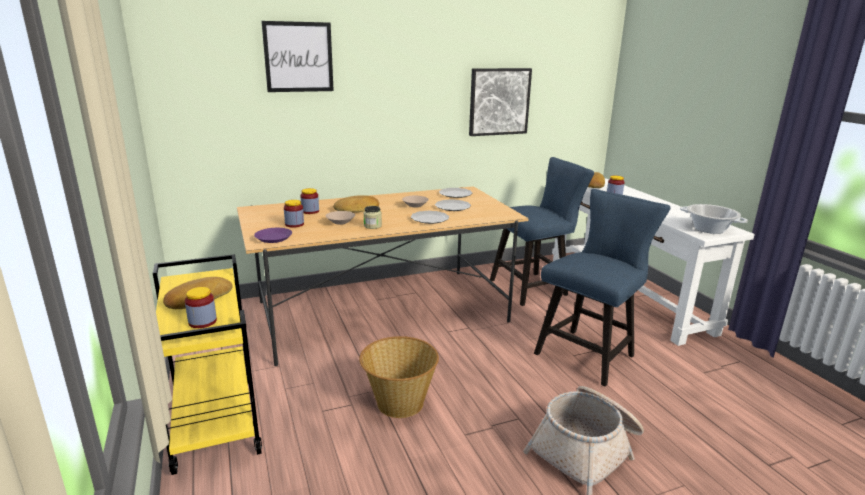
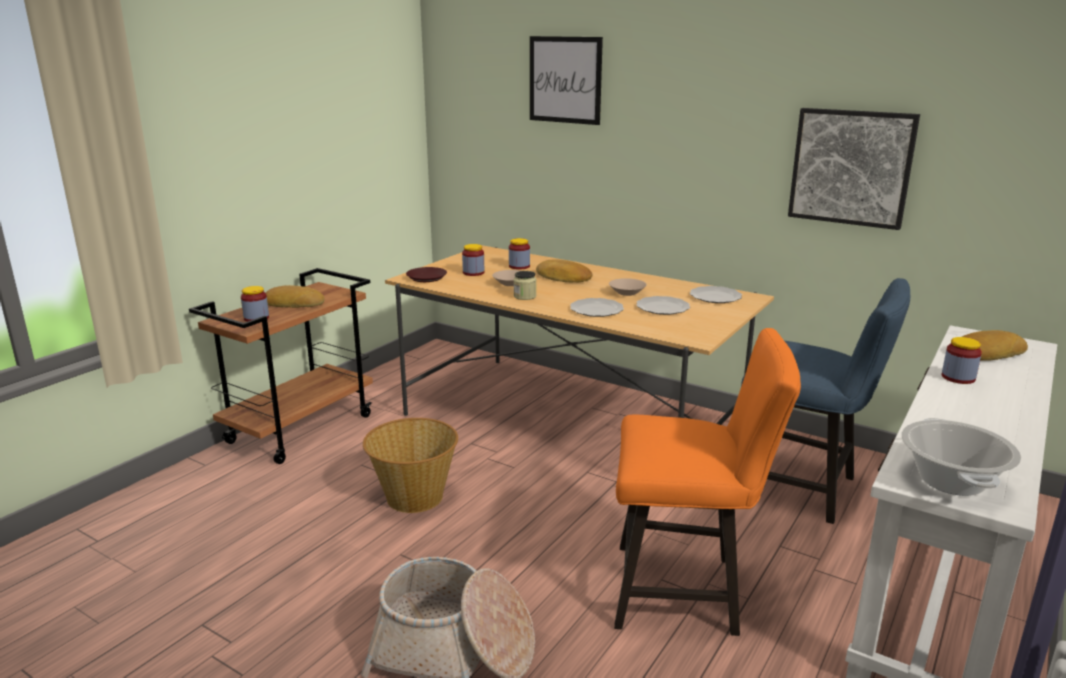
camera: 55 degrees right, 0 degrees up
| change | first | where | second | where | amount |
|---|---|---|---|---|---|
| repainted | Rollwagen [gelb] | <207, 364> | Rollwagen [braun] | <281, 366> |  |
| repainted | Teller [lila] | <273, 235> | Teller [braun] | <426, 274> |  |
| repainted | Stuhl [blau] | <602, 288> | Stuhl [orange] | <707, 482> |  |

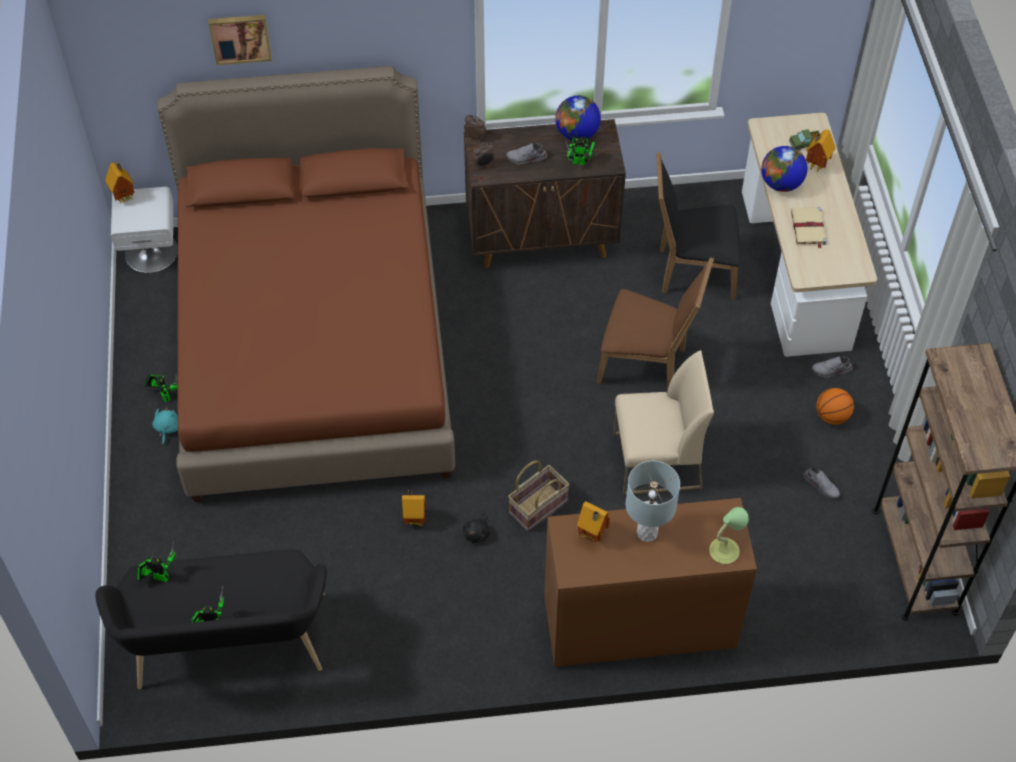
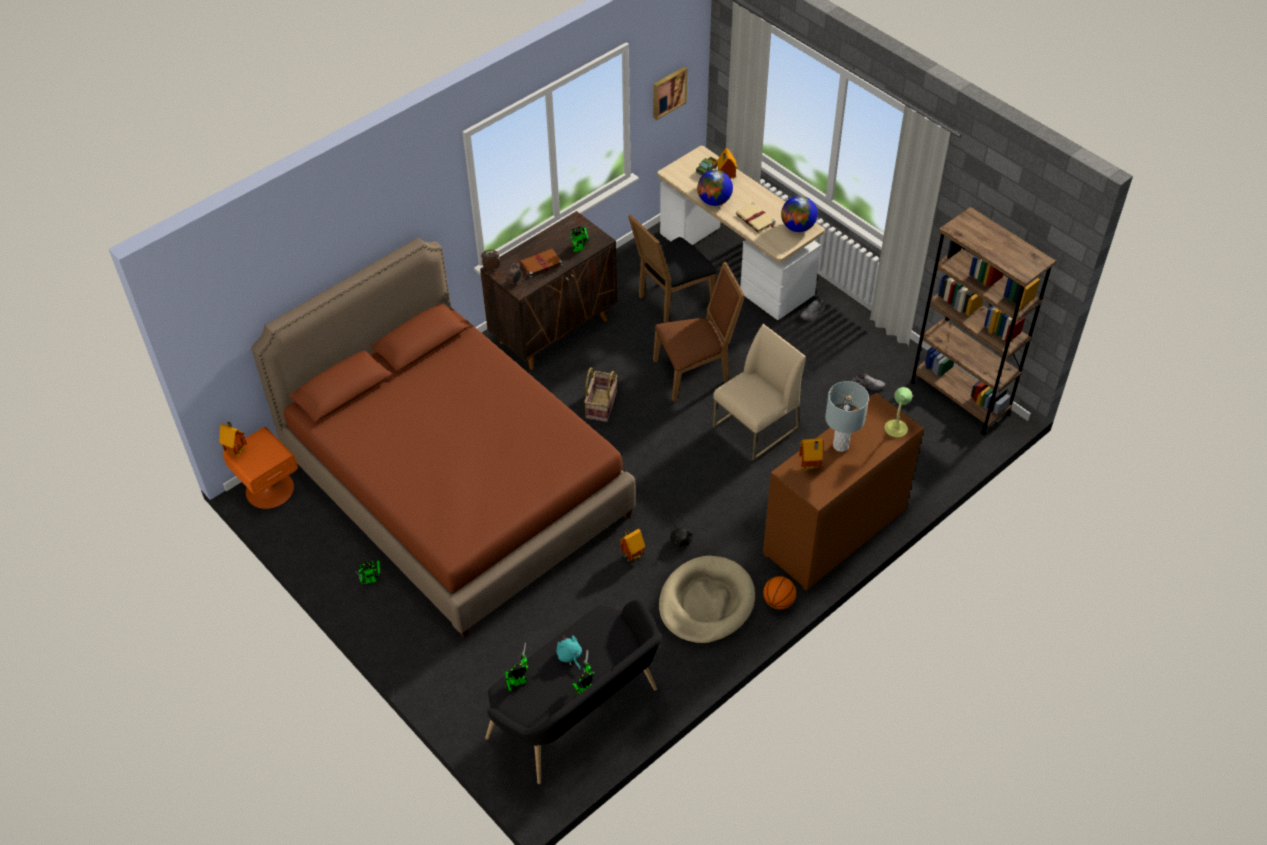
camera: 35 degrees left, 5 degrees down
| change | first | where | second | where | amount |
|---|---|---|---|---|---|
| new |  |  | Hundebett [beige] | <707, 600> |  |
| shifted | Plüschtier [türkis] | <165, 425> |  | <569, 652> |  |
| shifted | Bild | <240, 40> |  | <670, 93> |  |
| shifted | Korb | <539, 495> |  | <600, 394> |  |
| shifted | Globus | <578, 118> |  | <799, 214> |  |
| shifted | Basketball | <835, 406> |  | <779, 592> |  |
| swapped | Schuh [grau] | <526, 153> | Buch [braun] | <541, 262> |  |
| repainted | Nachttisch [weiß] | <144, 230> | Nachttisch [orange] | <260, 468> |  |
| rotated | Spielzeugroboter | <161, 388> |  | <367, 572> | 135 degrees clockwise |

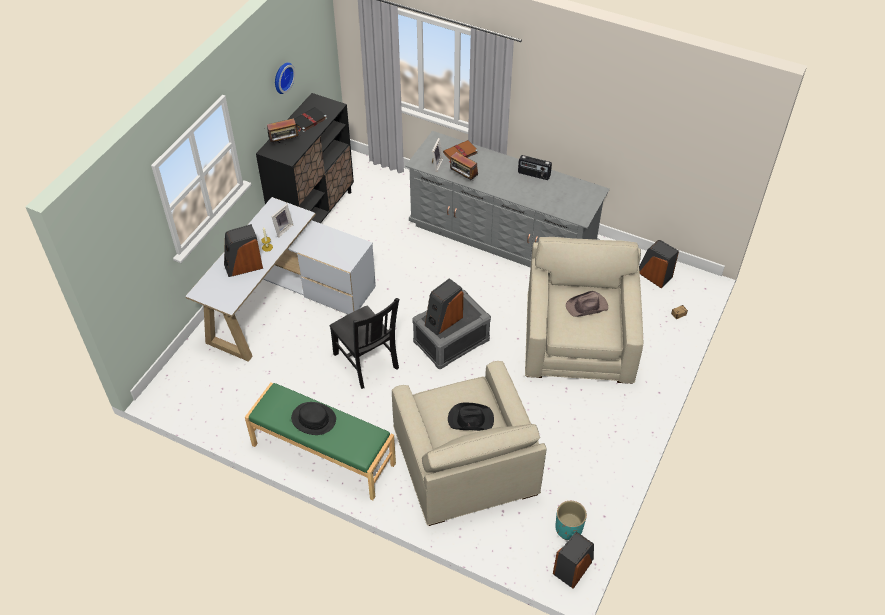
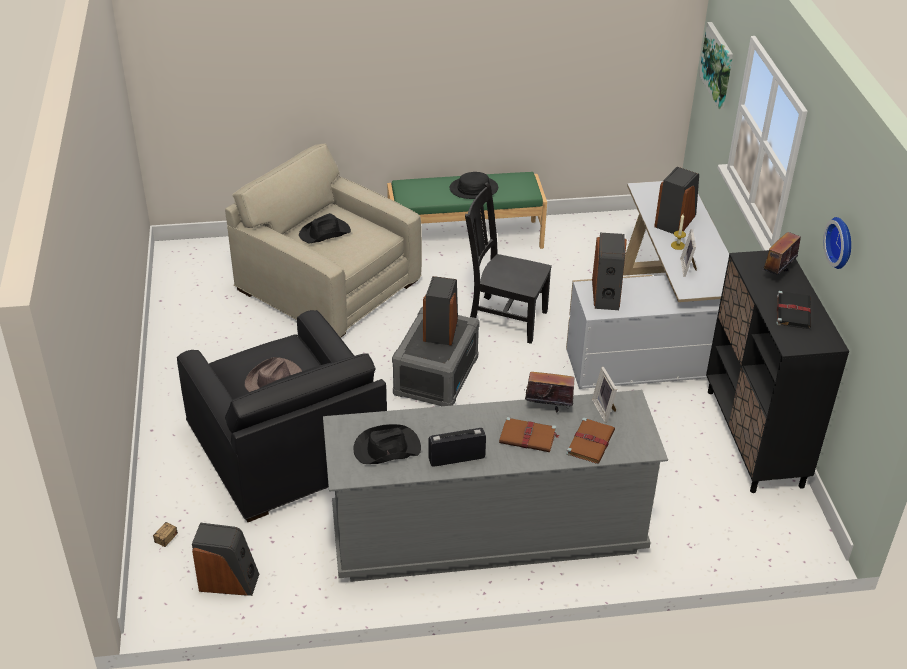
camera: 145 degrees right, 10 degrees down
| change | first | where | second | where | amount |
|---|---|---|---|---|---|
| gone | Pflanzkübel [türkis] | <571, 520> |  |  |  |
| new |  |  | Hut [schwarz] | <387, 444> |  |
| new |  |  | Buch [braun] | <529, 434> |  |
| new |  |  | Bild | <716, 65> |  |
| shifted | Lautsprecher | <573, 560> |  | <609, 271> |  |
| repainted | Sessel [beige] | <584, 310> | Sessel [schwarz] | <282, 416> |  |

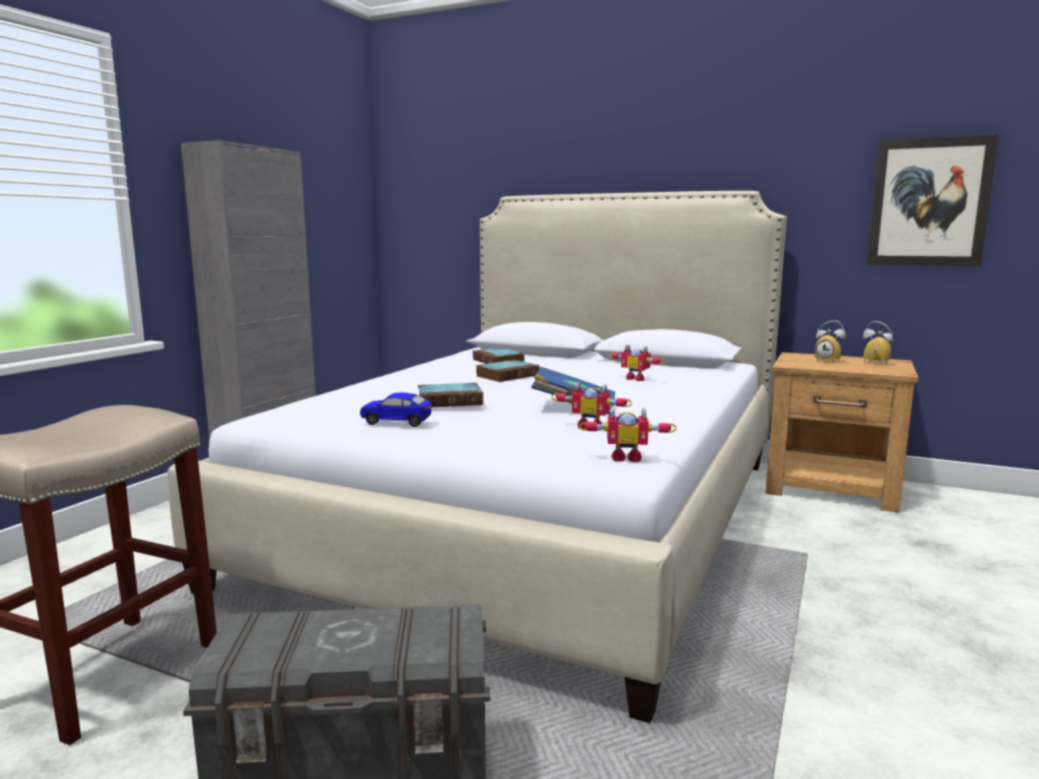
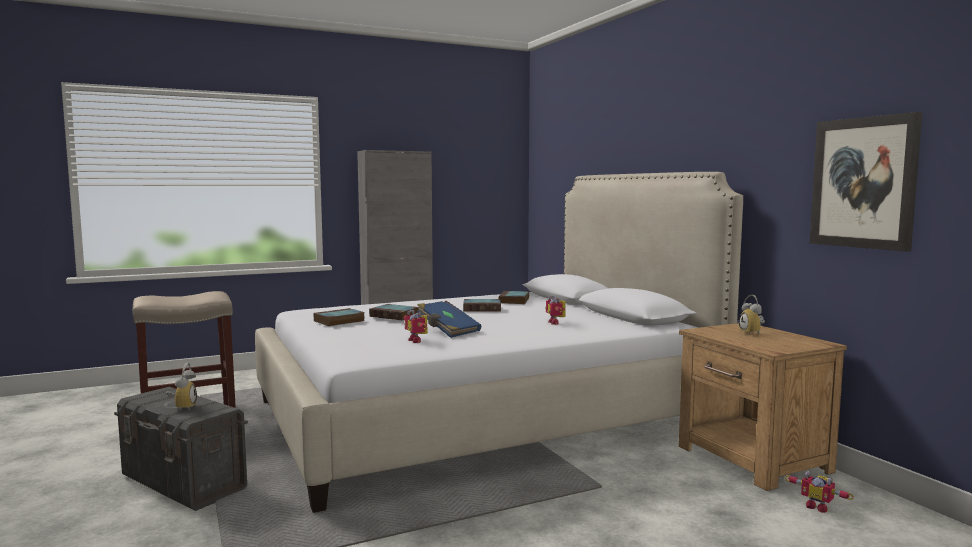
camera: 40 degrees right, 5 degrees down
| change | first | where | second | where | amount |
|---|---|---|---|---|---|
| shifted | Spielzeugroboter | <628, 434> |  | <819, 492> |  |
| shifted | Wecker | <878, 342> |  | <181, 387> |  |
| swapped | Spielzeugauto | <396, 409> | Buch | <339, 317> |  |

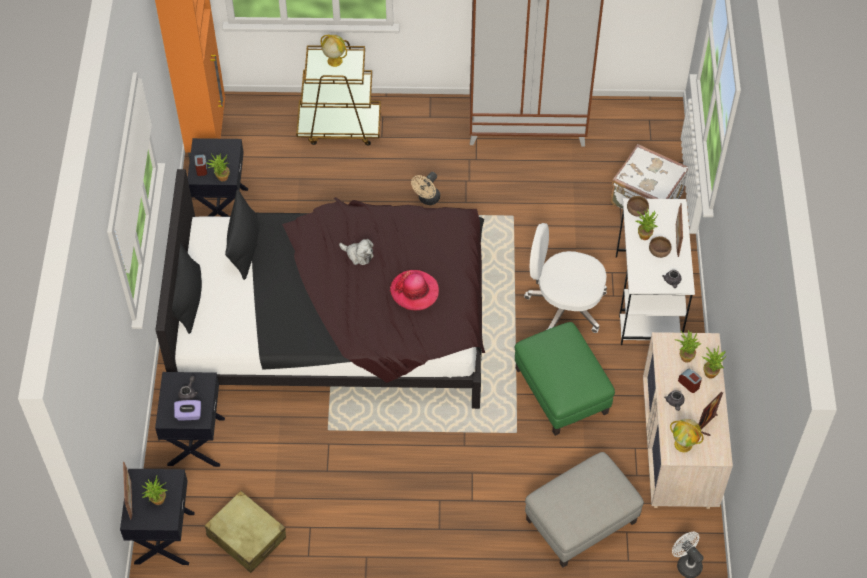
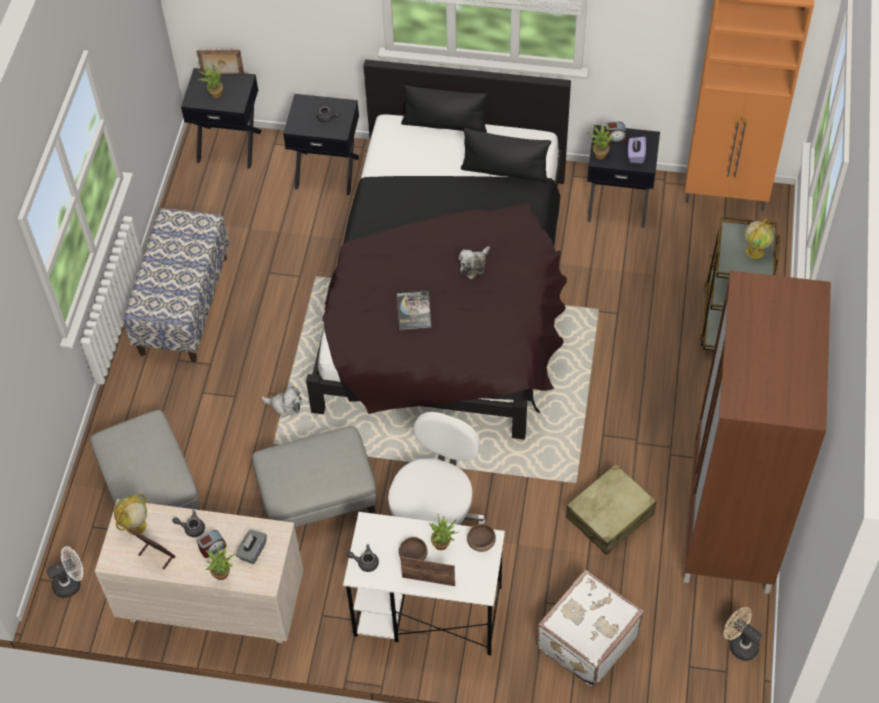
camera: 100 degrees right, 0 degrees up
| change | first | where | second | where | amount |
|---|---|---|---|---|---|
| new |  |  | Bank | <176, 285> |  |
| new |  |  | Plüschtier | <281, 401> |  |
| shifted | Taschentuchbox [lila] | <187, 410> |  | <637, 150> |  |
| shifted | Koffer [beige] | <245, 532> |  | <611, 509> |  |
| shifted | Ventilator [beige] | <425, 188> |  | <743, 634> |  |
| swapped | Hut | <414, 290> | Buch | <414, 310> |  |
| swapped | Topfpflanze | <688, 346> | Taschentuchbox [grau] | <251, 547> |  |
| repainted | Polsterhocker [grün] | <565, 379> | Polsterhocker [grau] | <314, 476> |  |

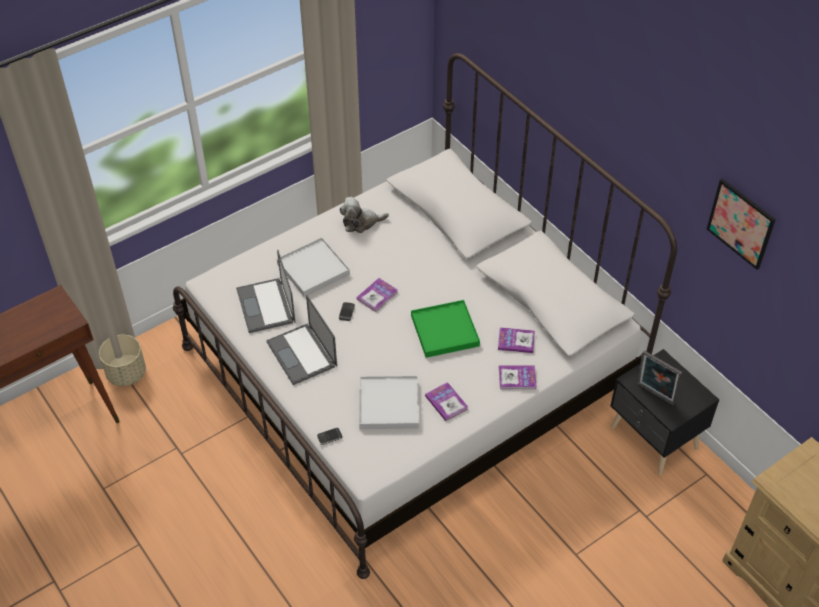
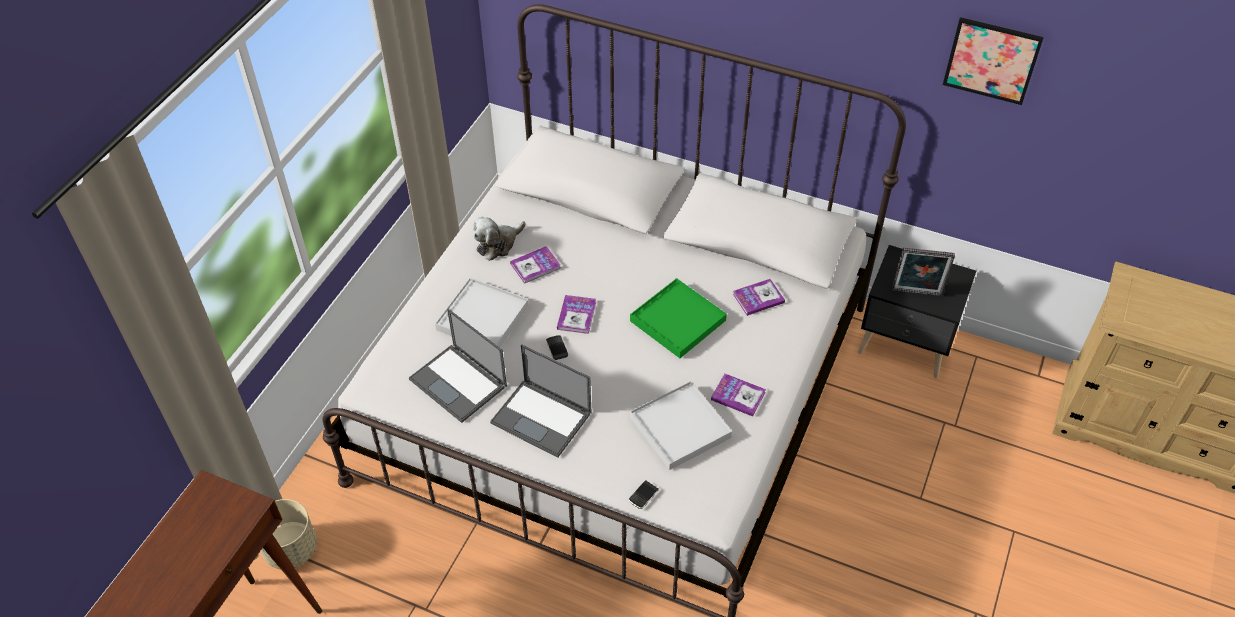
camera: 30 degrees left, 0 degrees up
| change | first | where | second | where | amount |
|---|---|---|---|---|---|
| shifted | Buch | <518, 377> |  | <535, 265> |  |

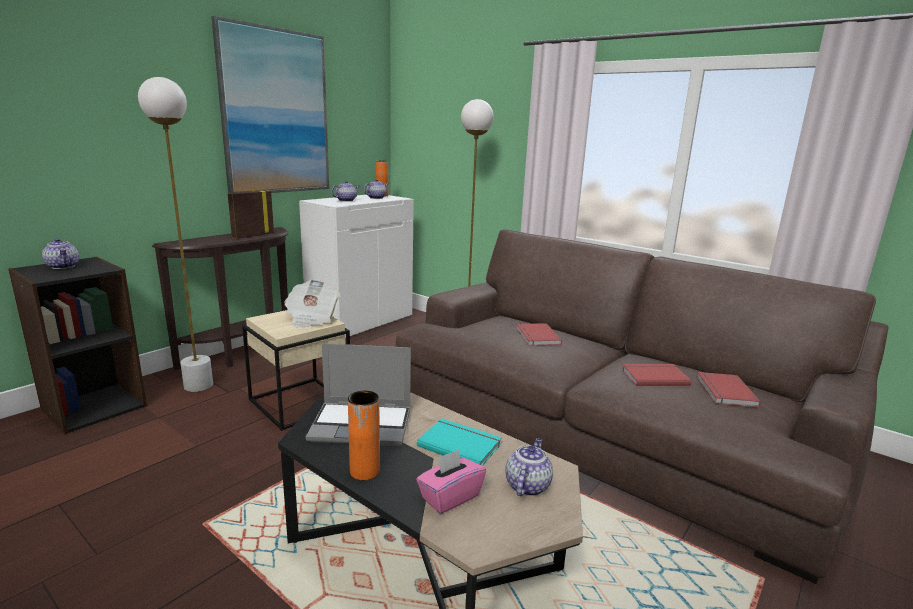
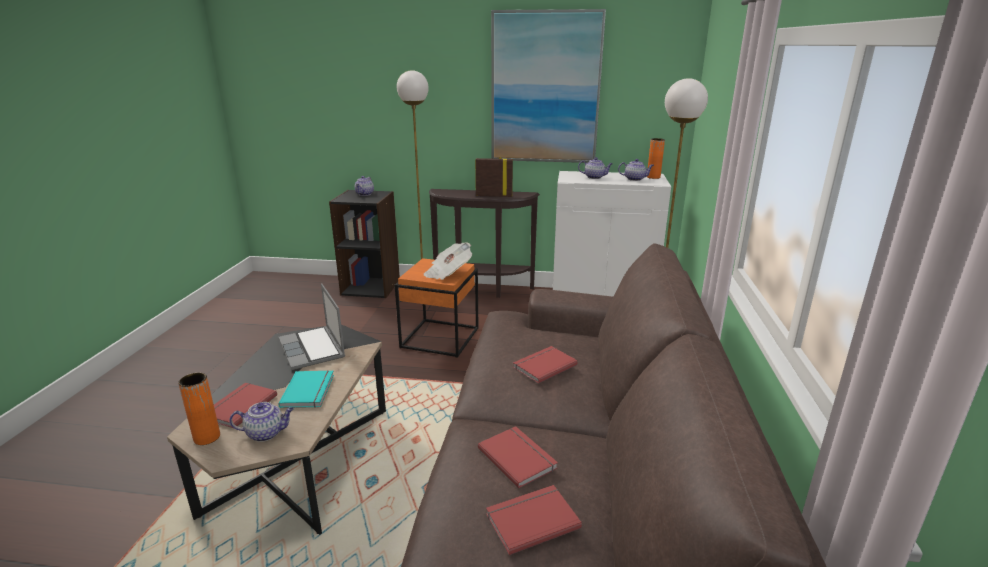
camera: 60 degrees right, 5 degrees up
| change | first | where | second | where | amount |
|---|---|---|---|---|---|
| shifted | Vase [orange] | <364, 435> |  | <199, 409> |  |
| swapped | Taschentuchbox [rosa] | <451, 481> | Buch [rot] | <245, 405> |  |
| repainted | Beistelltisch [beige] | <296, 370> | Beistelltisch [orange] | <437, 308> |  |

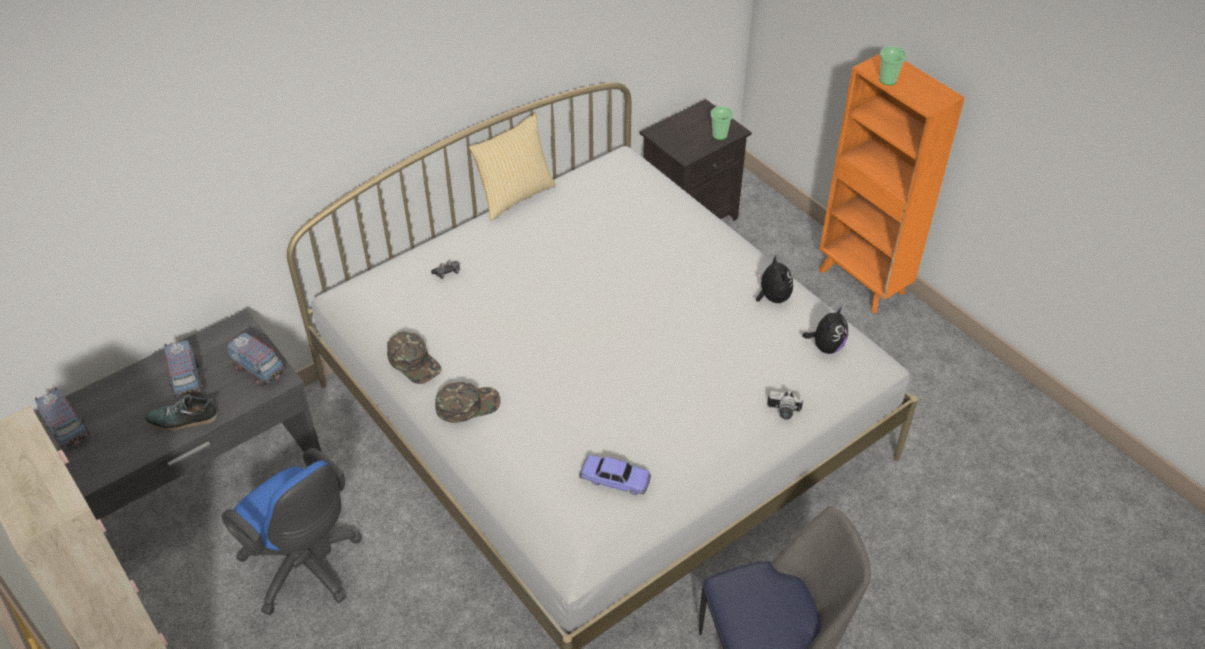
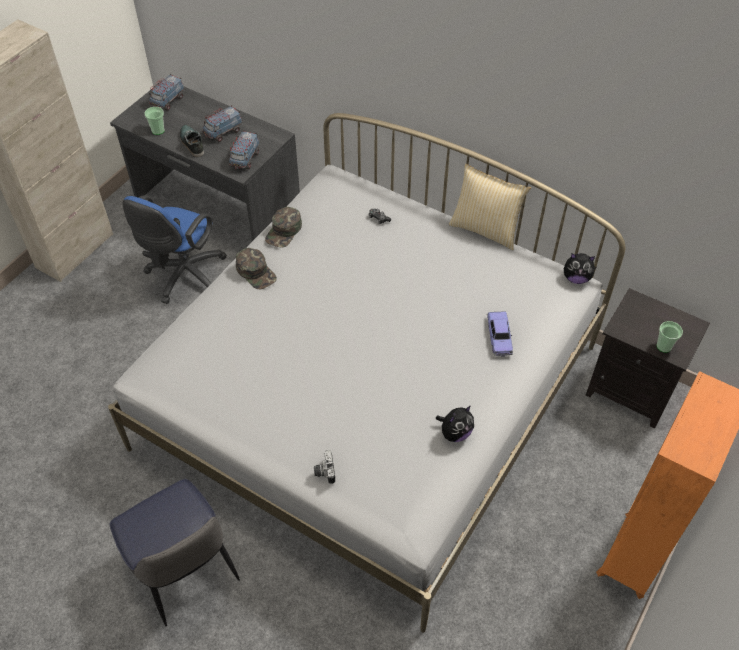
camera: 70 degrees right, 5 degrees up
| change | first | where | second | where | amount |
|---|---|---|---|---|---|
| shifted | Spielzeugauto | <615, 475> |  | <500, 334> |  |
| shifted | Plüschtier | <825, 330> |  | <580, 268> |  |
| shifted | Tasse | <893, 65> |  | <154, 121> |  |

